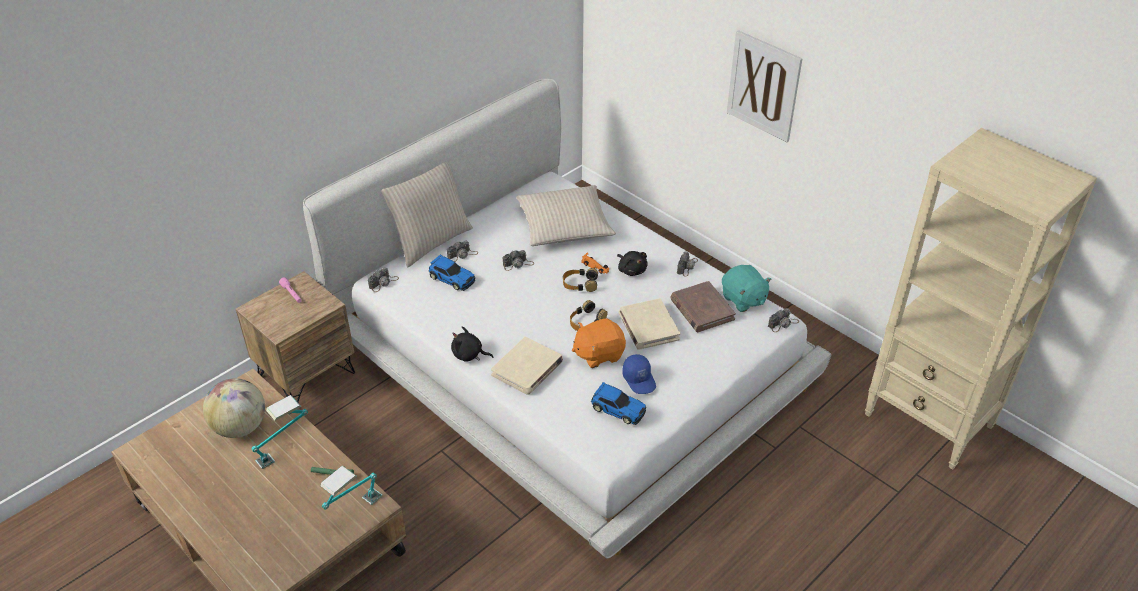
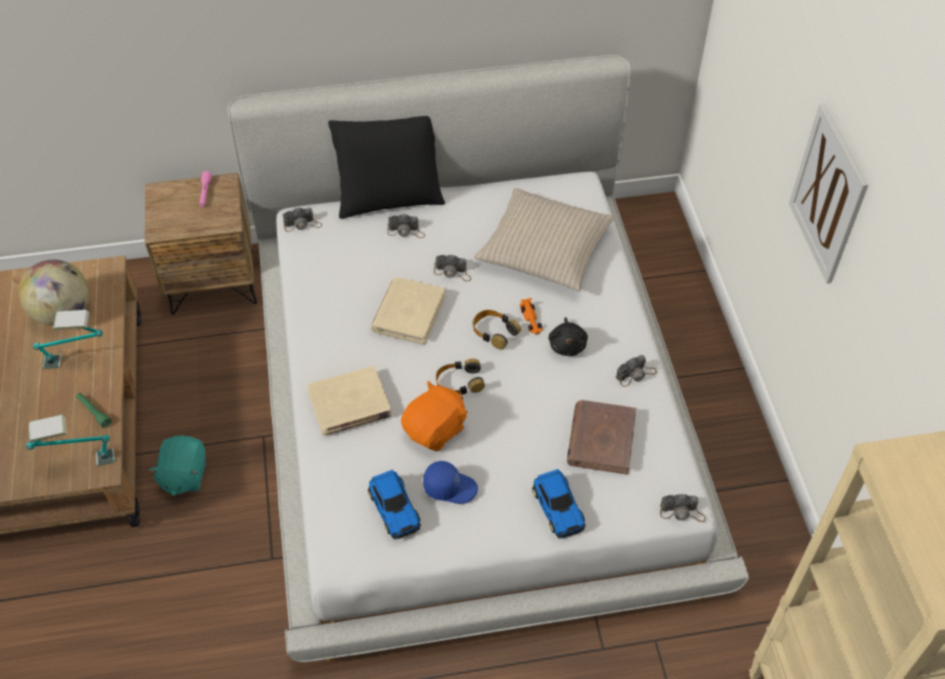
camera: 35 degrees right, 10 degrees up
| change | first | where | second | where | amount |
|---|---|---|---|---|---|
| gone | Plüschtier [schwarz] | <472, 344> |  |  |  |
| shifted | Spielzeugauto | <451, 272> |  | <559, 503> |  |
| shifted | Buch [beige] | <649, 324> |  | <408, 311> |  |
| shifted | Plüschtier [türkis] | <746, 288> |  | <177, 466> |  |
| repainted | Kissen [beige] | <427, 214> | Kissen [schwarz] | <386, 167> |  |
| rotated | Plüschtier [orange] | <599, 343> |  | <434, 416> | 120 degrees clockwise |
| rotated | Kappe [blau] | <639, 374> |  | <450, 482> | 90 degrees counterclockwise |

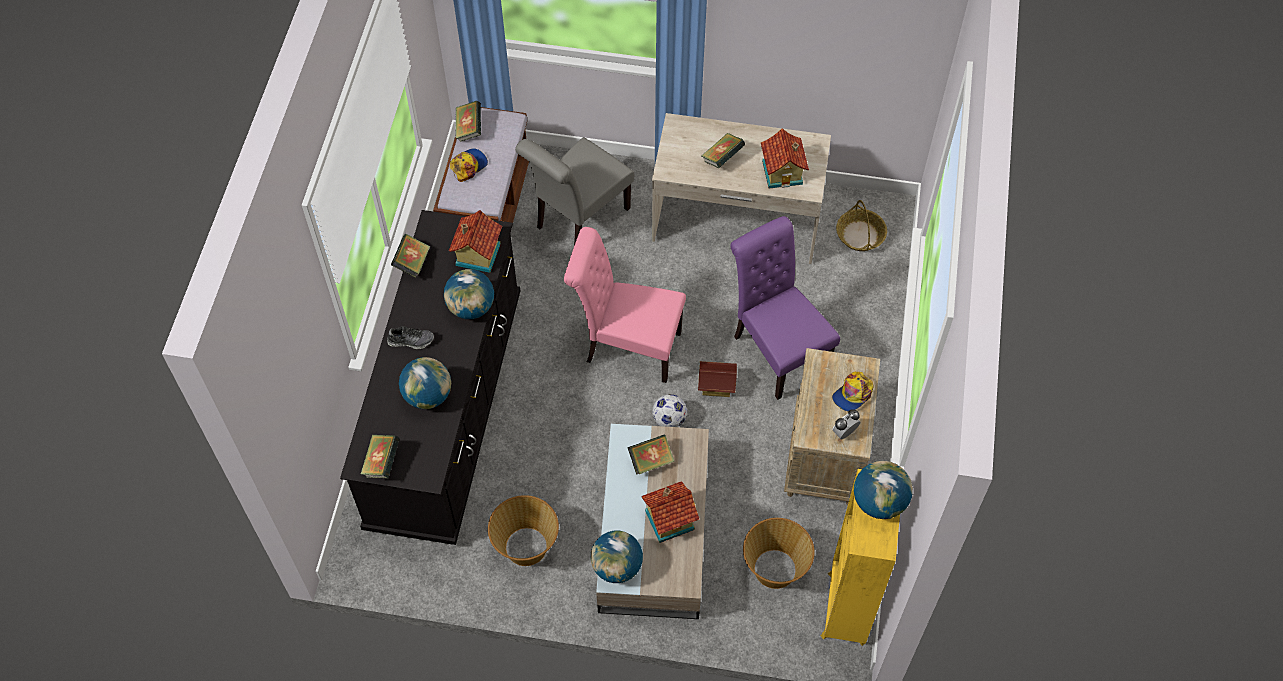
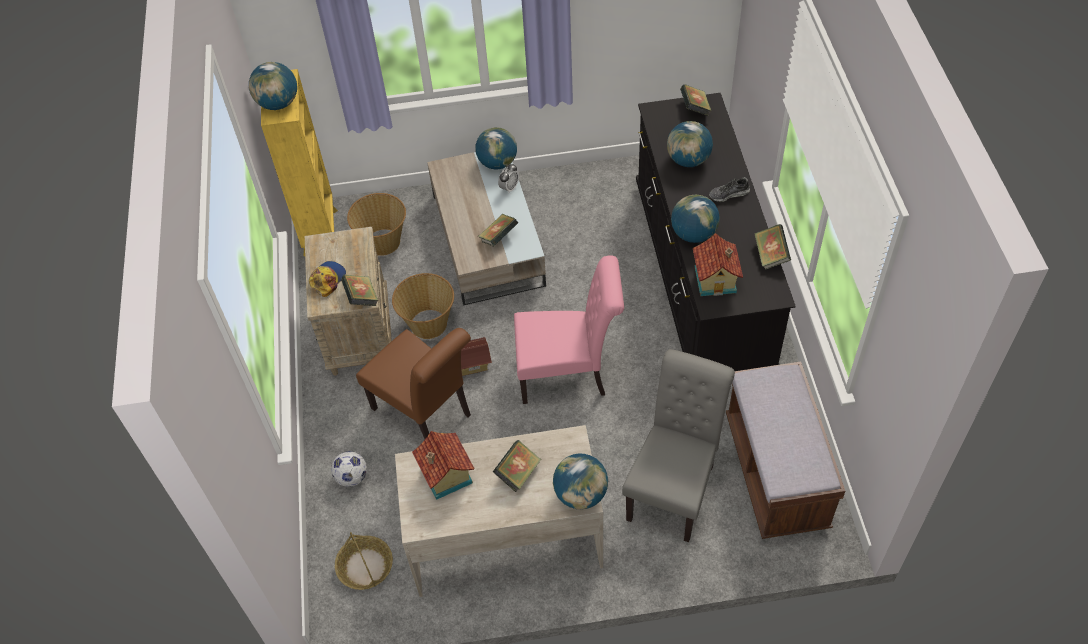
camera: 165 degrees right, 5 degrees down
| change | first | where | second | where | amount |
|---|---|---|---|---|---|
| gone | Kappe | <469, 165> |  |  |  |
| gone | Spielzeughaus | <670, 512> |  |  |  |
| new |  |  | Globus | <580, 481> |  |
| shifted | Buch | <468, 121> |  | <360, 290> |  |
| shifted | Korb | <523, 530> |  | <423, 306> |  |
| shifted | Fußball | <669, 410> |  | <349, 469> |  |
| shifted | Wecker | <846, 424> |  | <508, 179> |  |
| repainted | Stuhl [lila] | <785, 308> | Stuhl [braun] | <413, 383> |  |

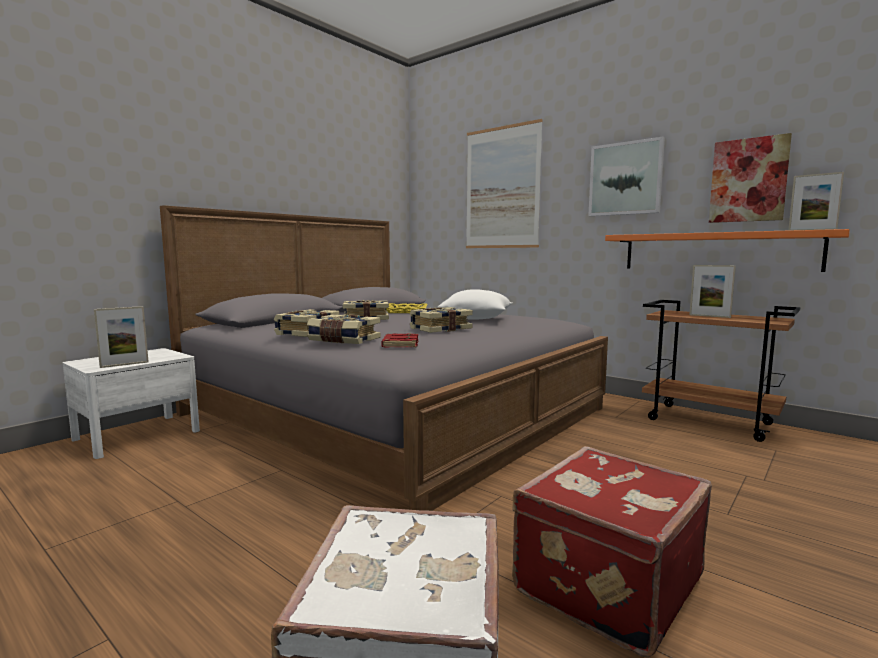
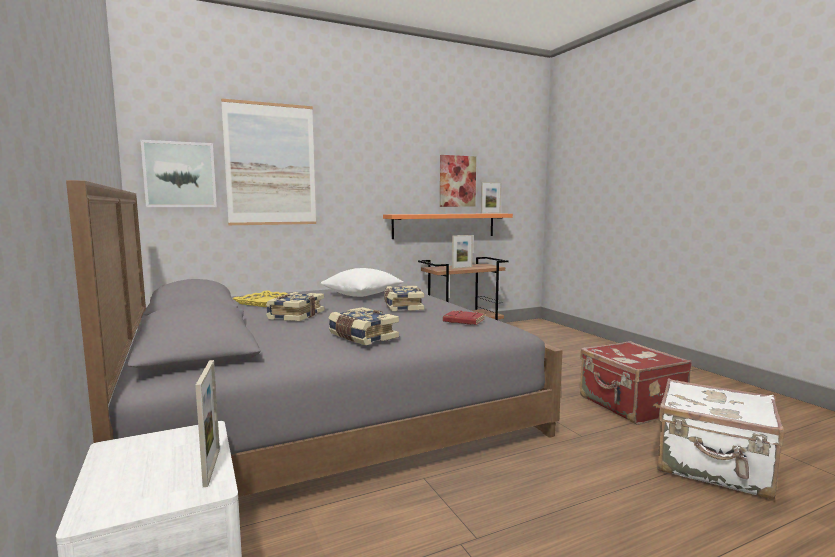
camera: 65 degrees left, 0 degrees up
| change | first | where | second | where | amount |
|---|---|---|---|---|---|
| gone | Buch | <344, 329> |  |  |  |
| shifted | Bild | <627, 176> |  | <179, 173> |  |

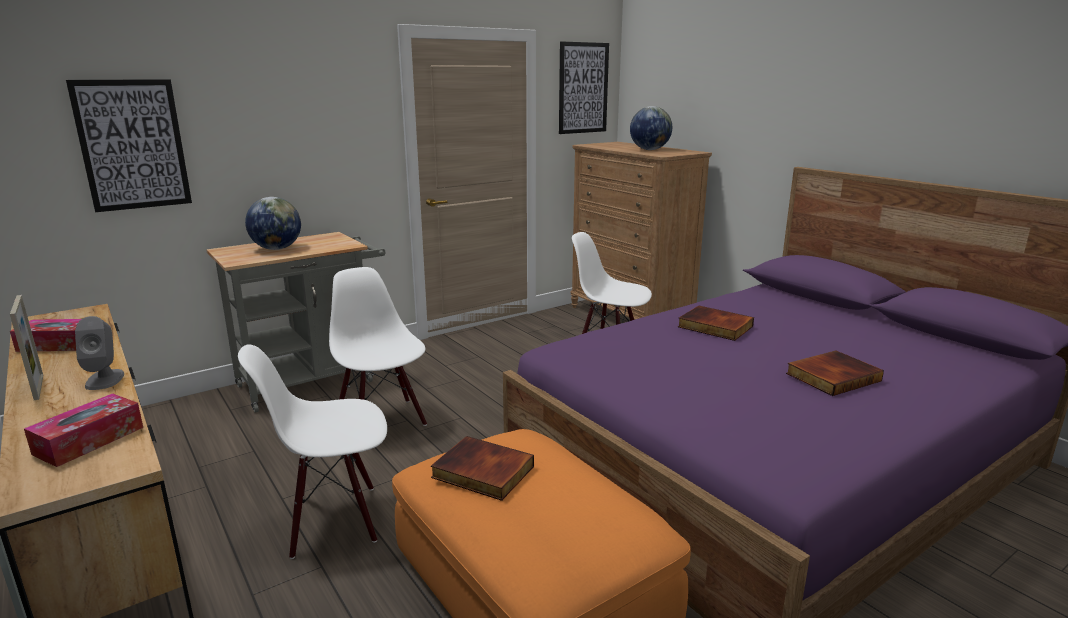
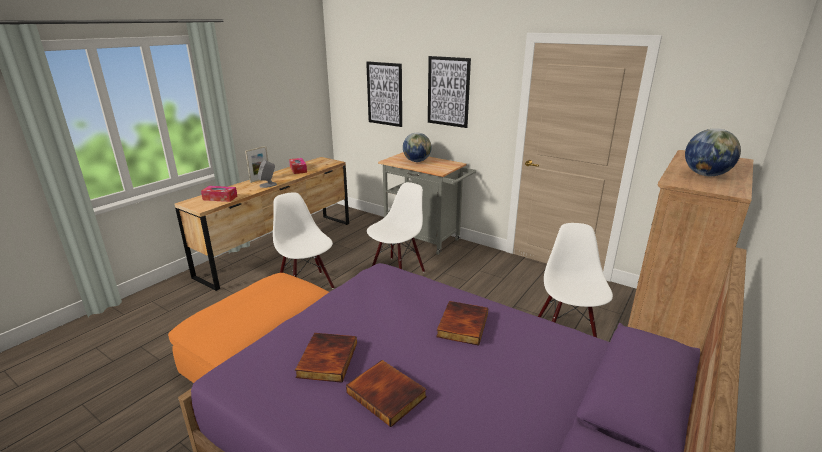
camera: 70 degrees right, 5 degrees up
| change | first | where | second | where | amount |
|---|---|---|---|---|---|
| shifted | Buch | <482, 468> |  | <326, 357> |  |
| shifted | Bild | <584, 88> |  | <449, 92> |  |

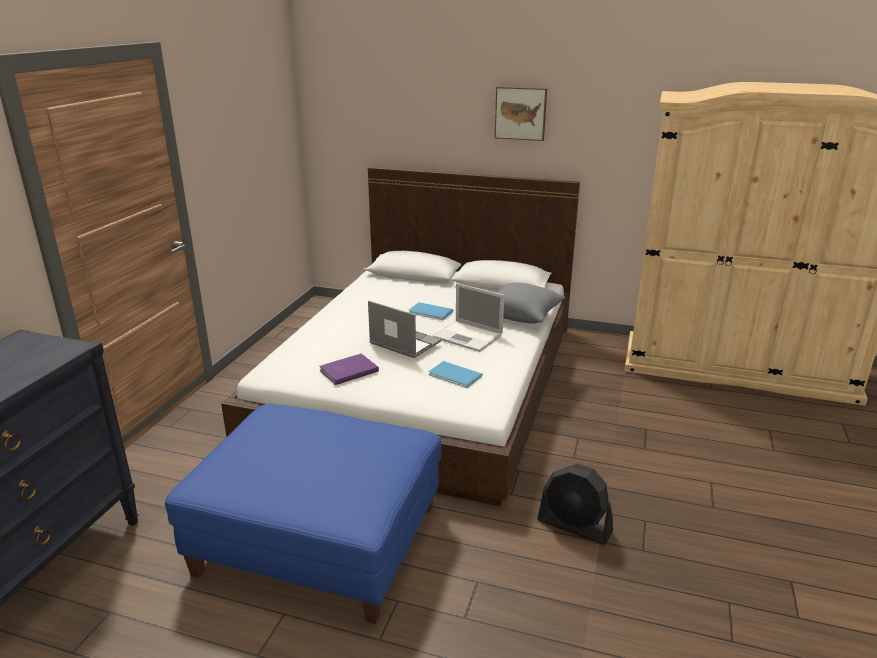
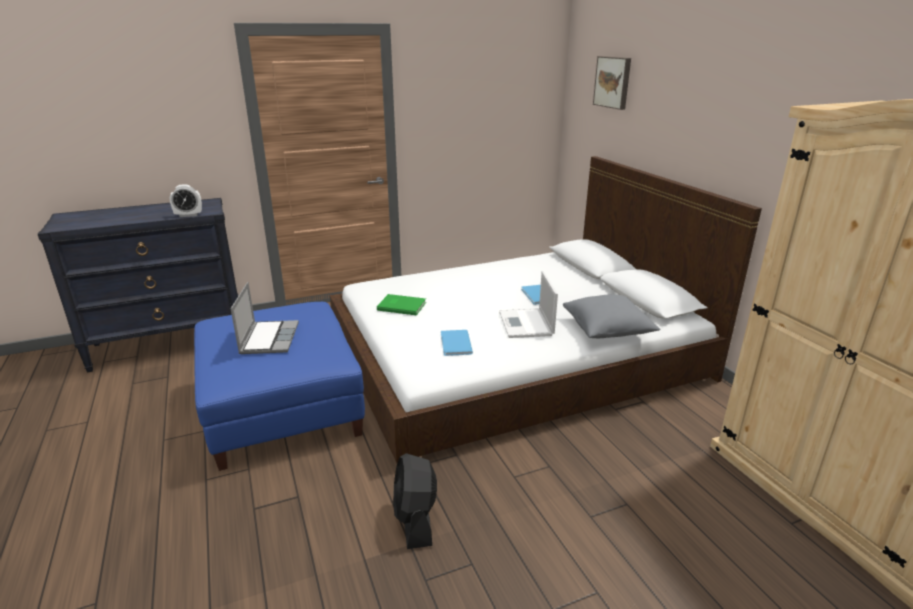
camera: 50 degrees right, 0 degrees up
| change | first | where | second | where | amount |
|---|---|---|---|---|---|
| new |  |  | Wecker | <186, 200> |  |
| shifted | Laptop | <404, 329> |  | <265, 318> |  |
| shifted | Bild | <521, 113> |  | <612, 83> |  |
| repainted | Buch [lila] | <349, 369> | Buch [grün] | <401, 305> |  |

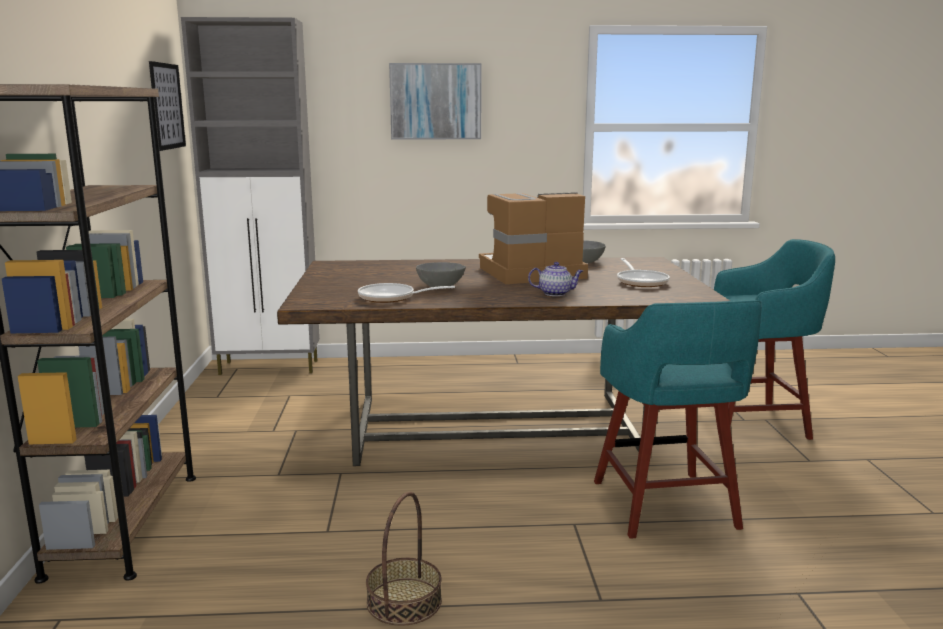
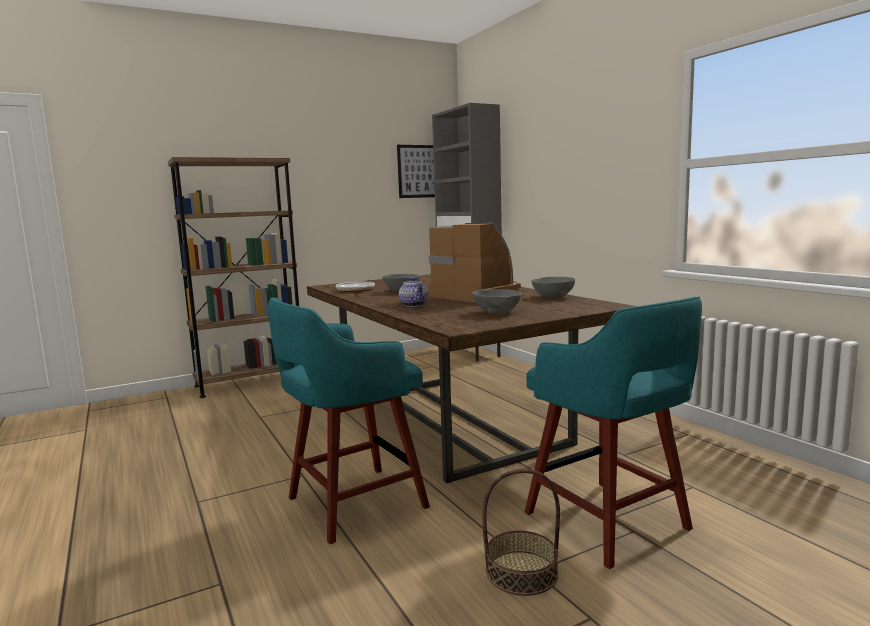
camera: 65 degrees right, 5 degrees down
| change | first | where | second | where | amount |
|---|---|---|---|---|---|
| gone | Bild | <435, 101> |  |  |  |
| shifted | Korb | <404, 558> |  | <521, 532> |  |
| swapped | Pfanne | <643, 272> | Schüssel [grau] | <497, 301> |  |

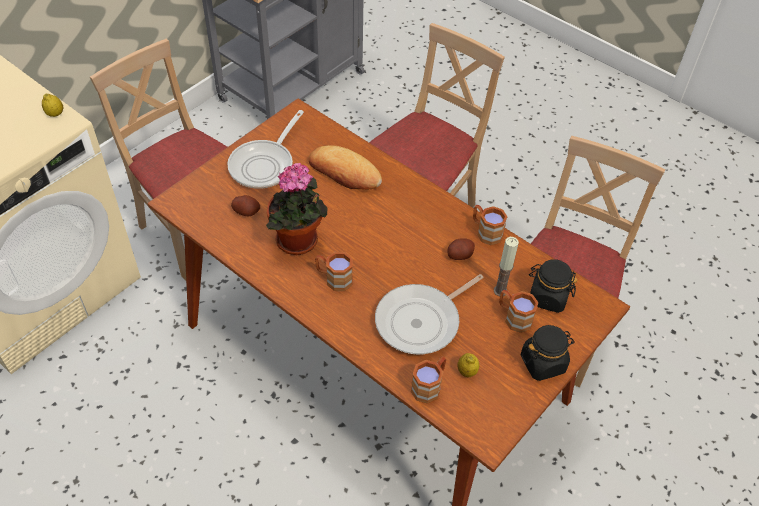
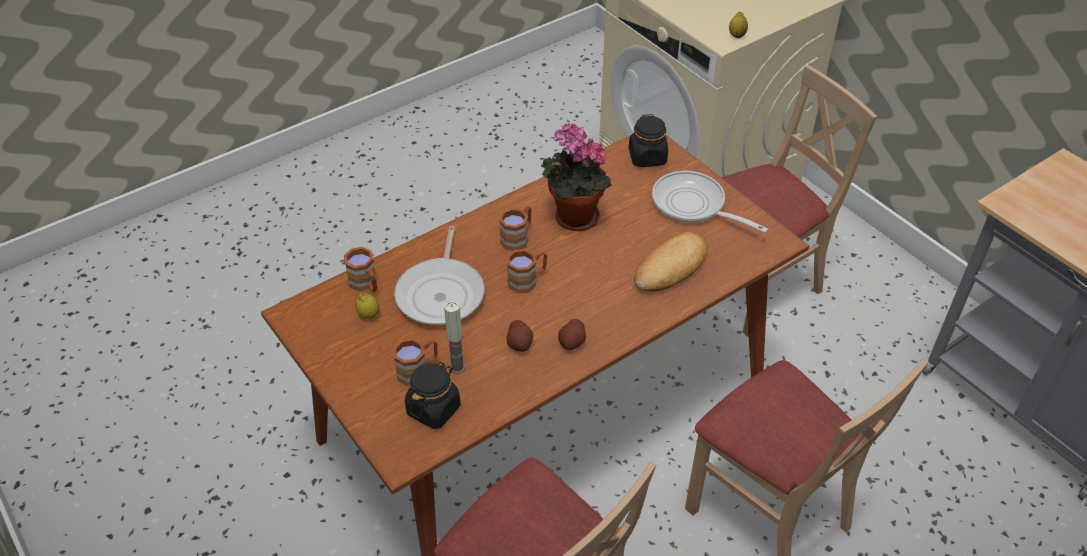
camera: 105 degrees right, 5 degrees down
| change | first | where | second | where | amount |
|---|---|---|---|---|---|
| shifted | Kartoffel | <245, 206> |  | <572, 334> |  |
| shifted | Henkelbecher [braun] | <490, 225> |  | <527, 271> |  |
| shifted | Vorratsglas [schwarz] | <548, 353> |  | <648, 140> |  |
| rotated | Pfanne | <429, 314> |  | <439, 275> | 150 degrees counterclockwise |

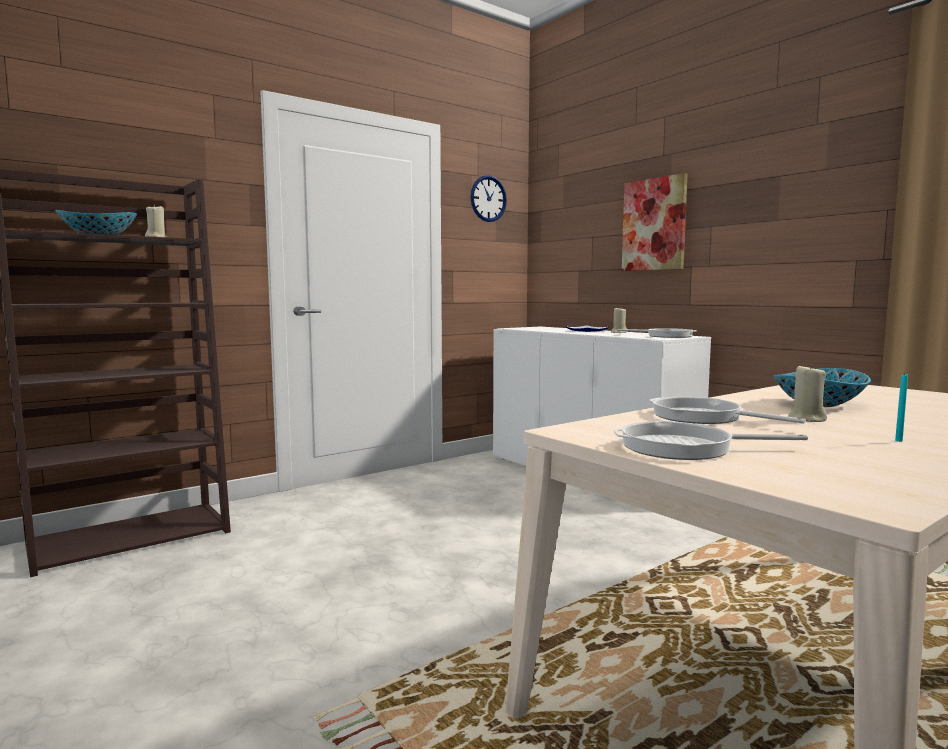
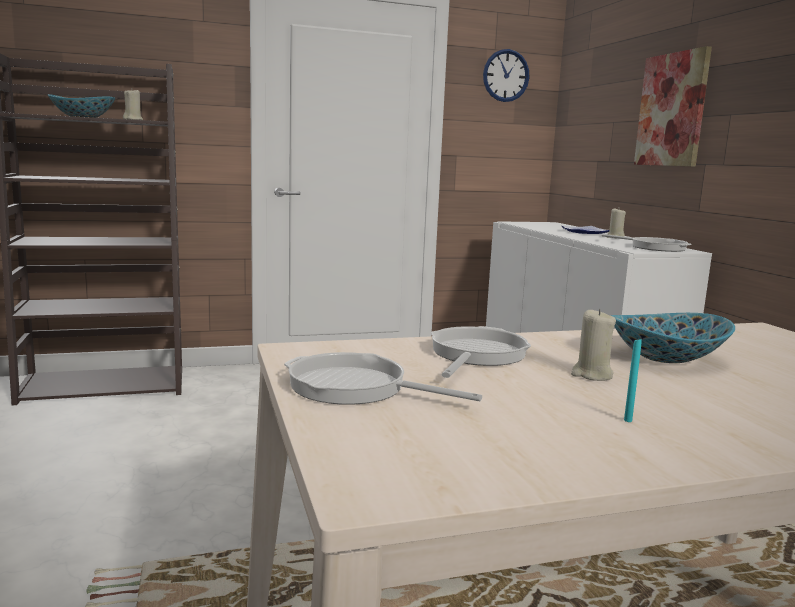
camera: 20 degrees right, 5 degrees up
| change | first | where | second | where | amount |
|---|---|---|---|---|---|
| rotated | Pfanne | <727, 410> |  | <481, 352> | 45 degrees clockwise |

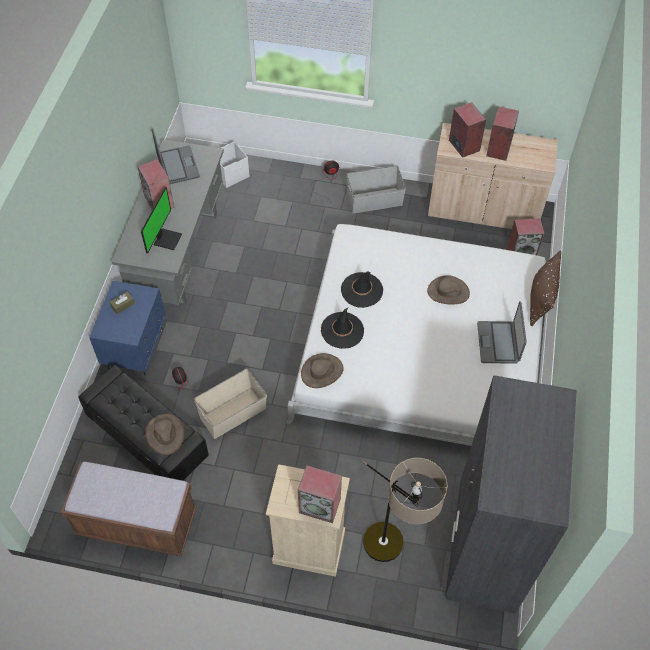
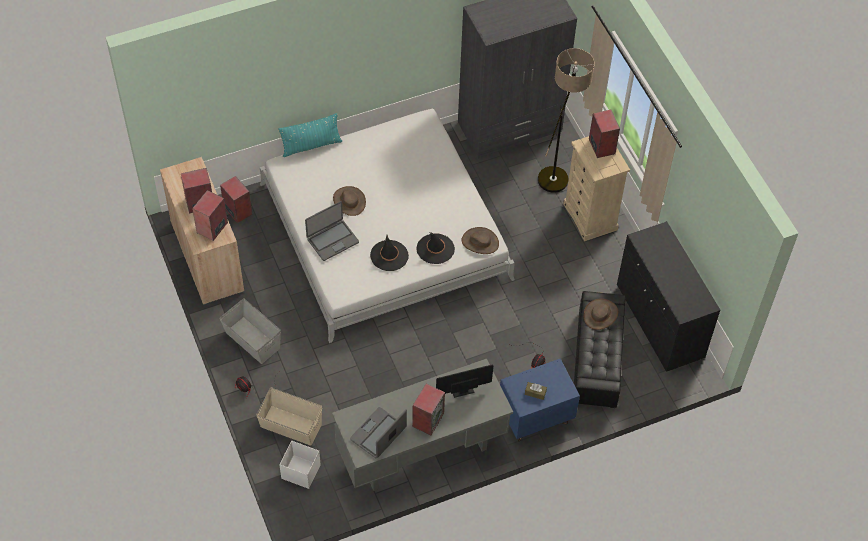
camera: 125 degrees left, 0 degrees up
| change | first | where | second | where | amount |
|---|---|---|---|---|---|
| shifted | Aufbewahrungsbox [beige] | <230, 404> |  | <289, 417> |  |
| shifted | Laptop | <502, 332> |  | <332, 231> |  |
| swapped | Bank [braun] | <129, 509> | Schrank [schwarz] | <668, 296> |  |
| repainted | Kissen [braun] | <546, 288> | Kissen [türkis] | <310, 135> |  |

